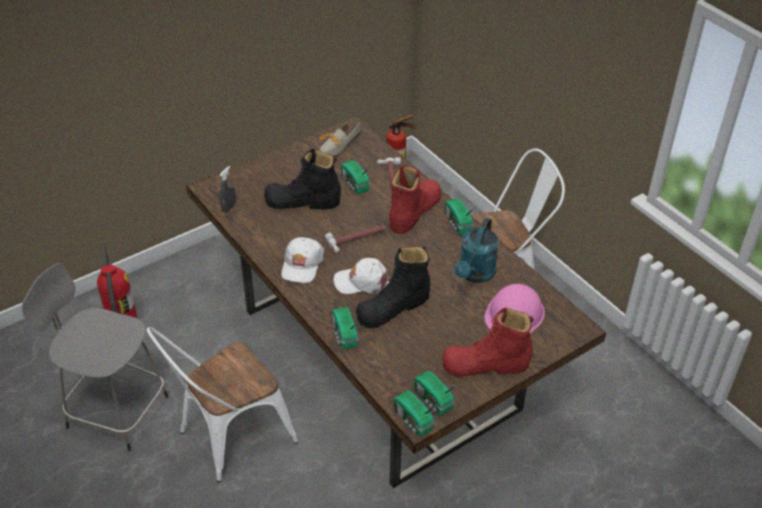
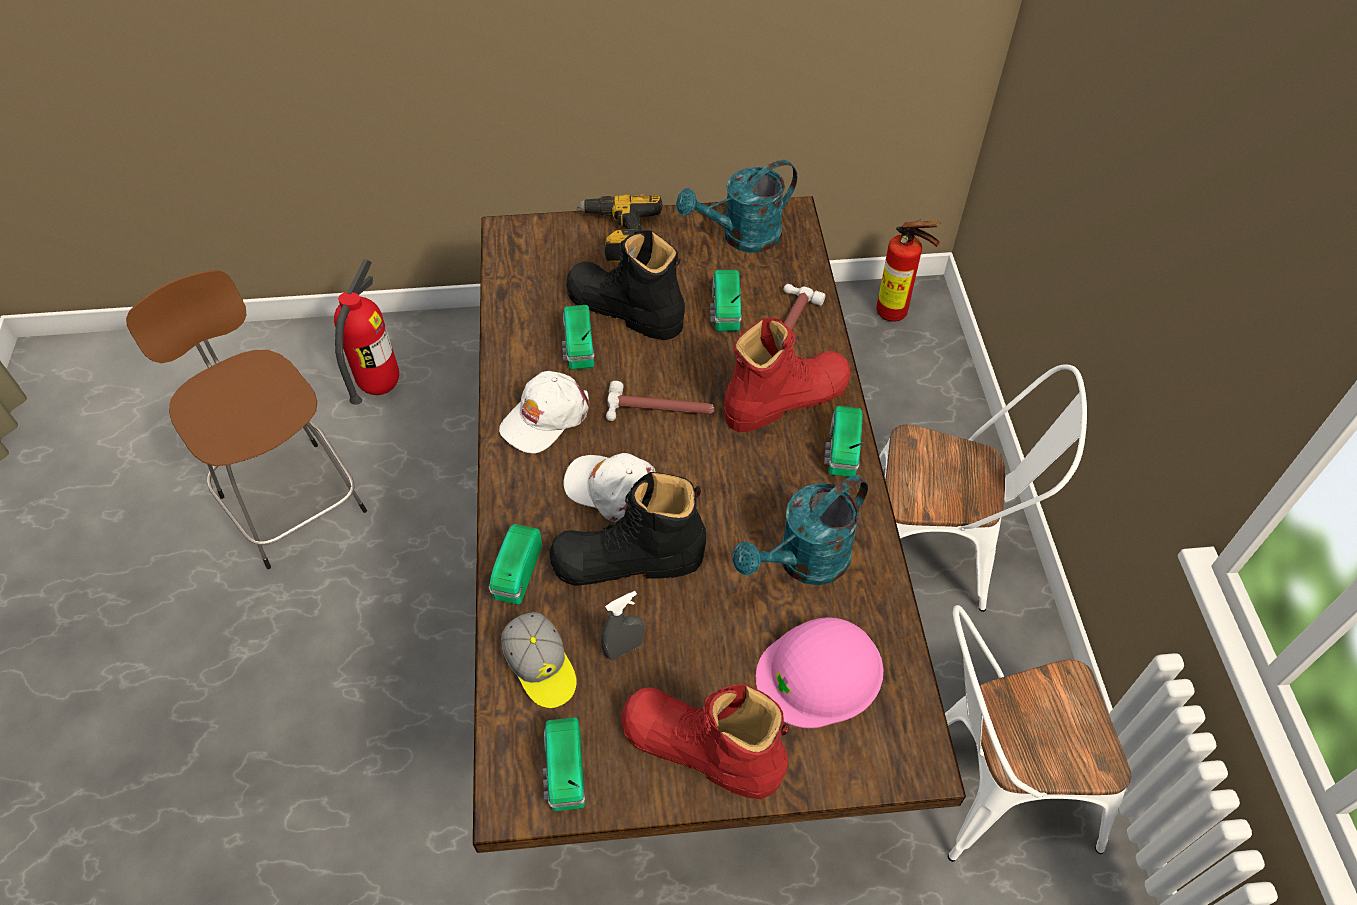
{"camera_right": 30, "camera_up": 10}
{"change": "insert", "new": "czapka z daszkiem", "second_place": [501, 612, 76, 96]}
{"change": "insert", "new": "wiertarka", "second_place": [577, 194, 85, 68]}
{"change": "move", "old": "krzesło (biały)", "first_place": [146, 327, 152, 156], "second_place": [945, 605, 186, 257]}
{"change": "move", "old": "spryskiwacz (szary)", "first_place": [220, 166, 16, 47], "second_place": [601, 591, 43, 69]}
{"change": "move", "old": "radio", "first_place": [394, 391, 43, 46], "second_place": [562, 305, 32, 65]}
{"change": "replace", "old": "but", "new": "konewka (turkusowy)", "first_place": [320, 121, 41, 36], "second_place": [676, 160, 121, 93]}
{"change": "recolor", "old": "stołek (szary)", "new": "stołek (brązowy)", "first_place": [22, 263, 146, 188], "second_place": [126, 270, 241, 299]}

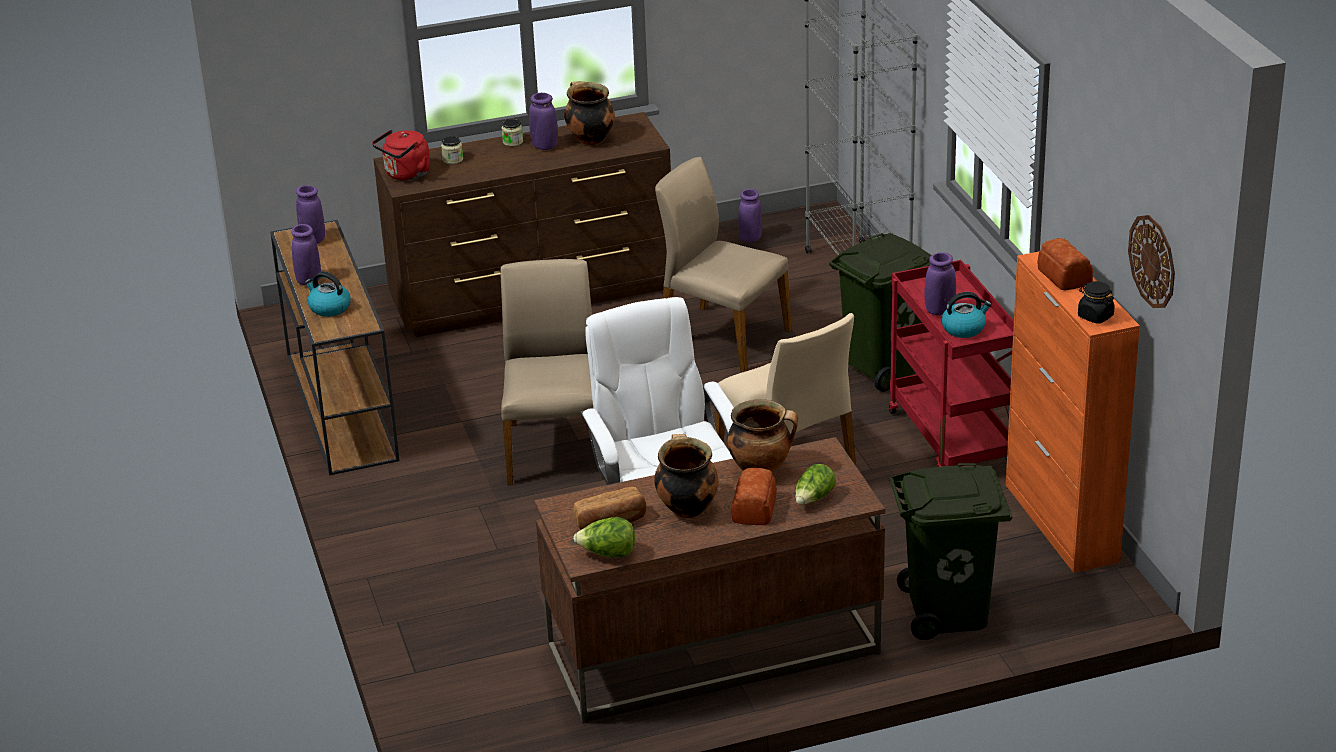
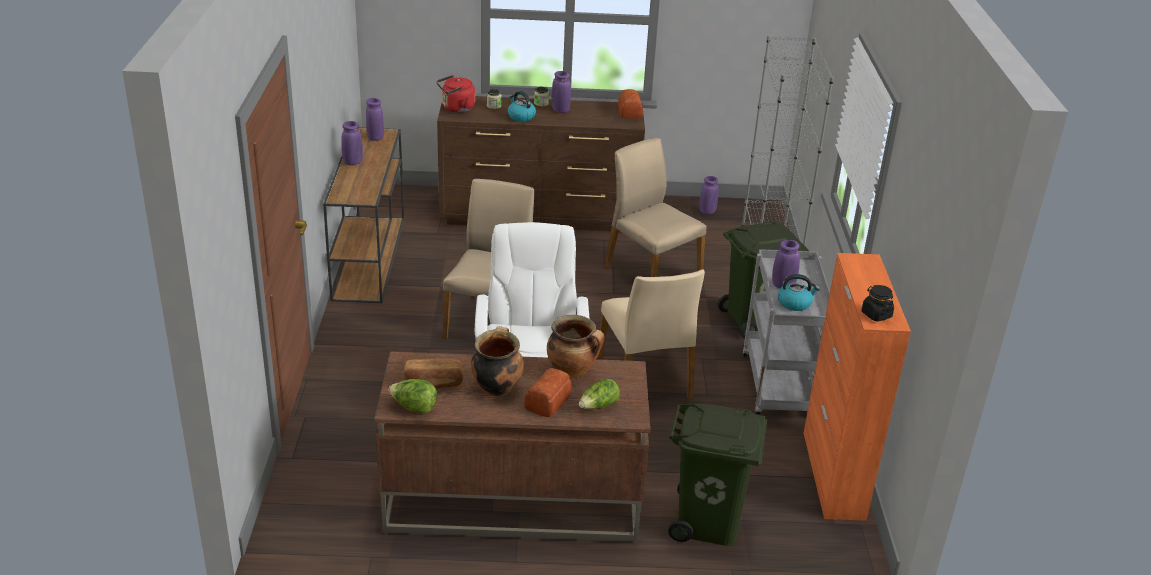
{"camera_right": 15, "camera_up": 0}
{"change": "delete", "old": "garnek", "first_place": [564, 81, 51, 65]}
{"change": "delete", "old": "zegar ścienny", "first_place": [1128, 215, 47, 93]}
{"change": "move", "old": "czajnik", "first_place": [305, 272, 46, 45], "second_place": [508, 91, 28, 31]}
{"change": "move", "old": "chleb", "first_place": [1037, 238, 56, 52], "second_place": [618, 89, 25, 30]}
{"change": "recolor", "old": "wózek (czerwony)", "new": "wózek (szary)", "first_place": [889, 260, 125, 207], "second_place": [742, 249, 88, 166]}

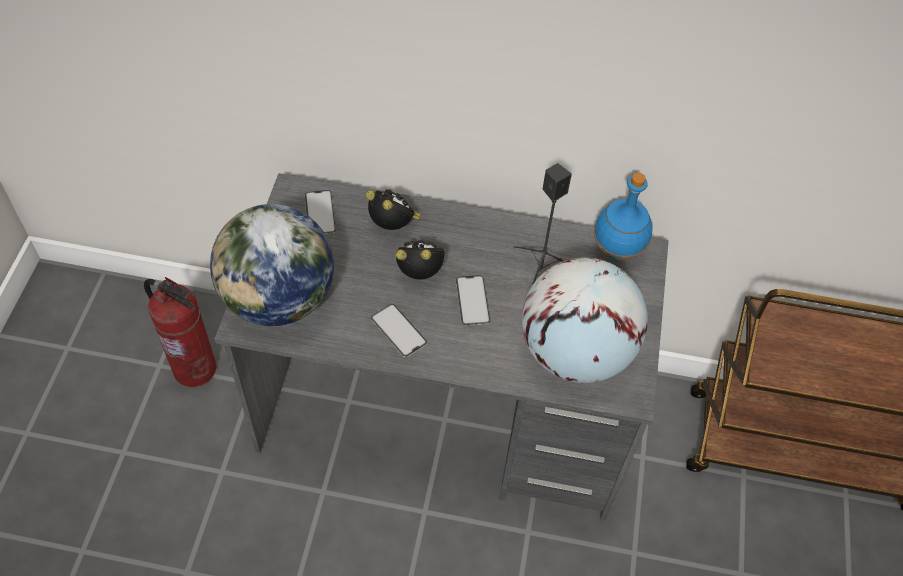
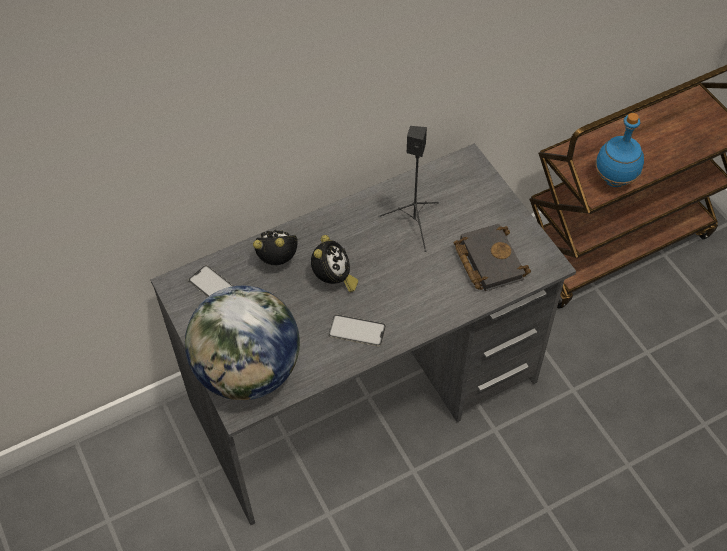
{"camera_right": -35, "camera_up": 0}
{"change": "delete", "old": "gaśnica", "first_place": [144, 277, 72, 110]}
{"change": "delete", "old": "telefon", "first_place": [456, 275, 35, 51]}
{"change": "move", "old": "butelka (niebieski)", "first_place": [594, 173, 59, 87], "second_place": [595, 113, 49, 74]}
{"change": "replace", "old": "globus", "new": "książka (czarny)", "first_place": [522, 258, 126, 125], "second_place": [454, 224, 77, 67]}
{"change": "rotate", "old": "budzik", "first_place": [395, 240, 50, 40], "second_place": [311, 235, 47, 57], "degrees": 135}

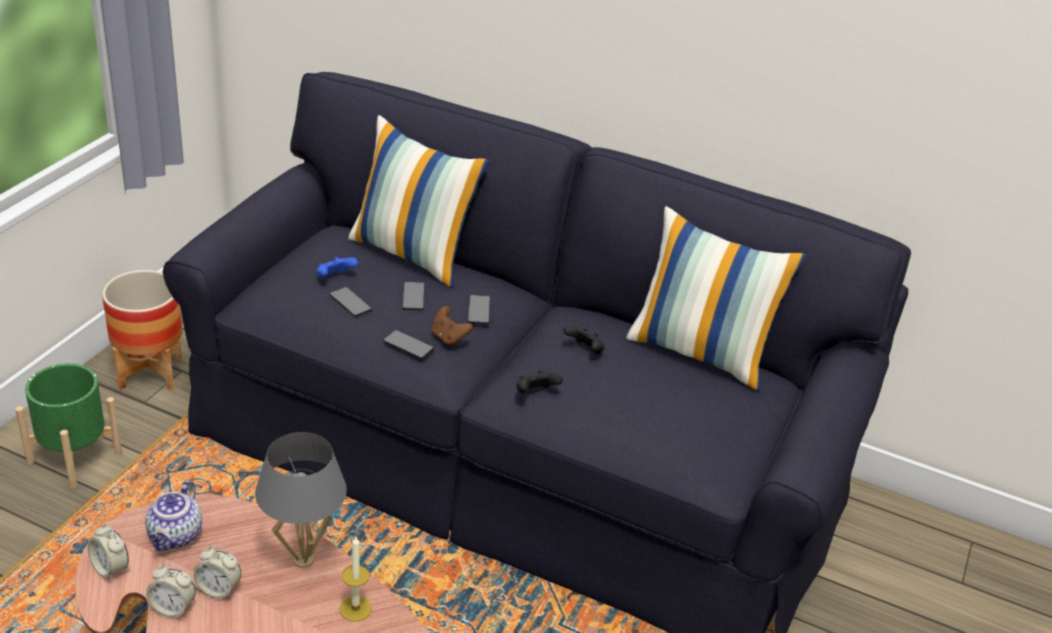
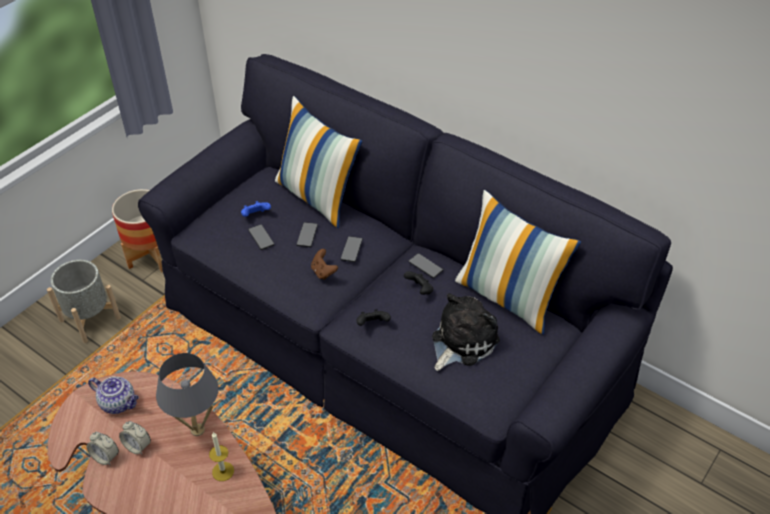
{"camera_right": 15, "camera_up": 10}
{"change": "delete", "old": "budzik", "first_place": [87, 524, 42, 57]}
{"change": "insert", "new": "pluszak", "second_place": [432, 293, 68, 78]}
{"change": "move", "old": "telefon", "first_place": [383, 330, 51, 29], "second_place": [408, 253, 35, 25]}
{"change": "recolor", "old": "donica (zielony)", "new": "donica (szary)", "first_place": [15, 363, 107, 125], "second_place": [47, 260, 74, 83]}
{"change": "rotate", "old": "imbryk", "first_place": [145, 480, 57, 71], "second_place": [88, 377, 51, 37], "degrees": -90}

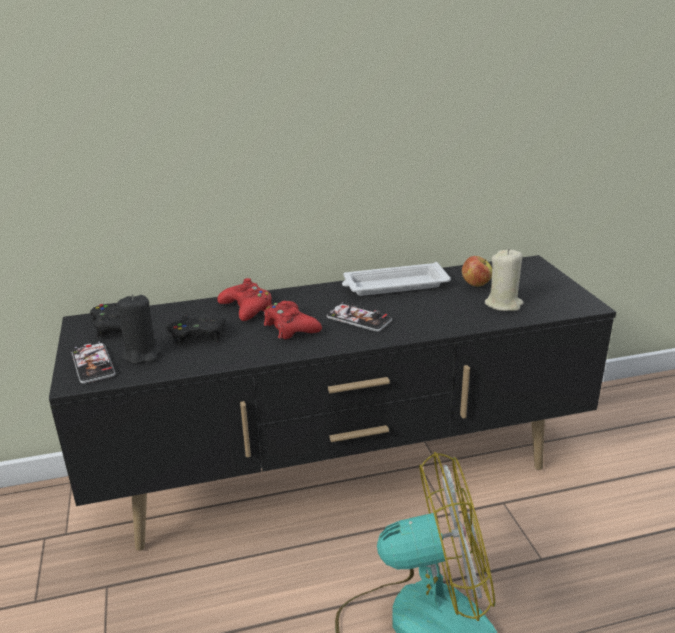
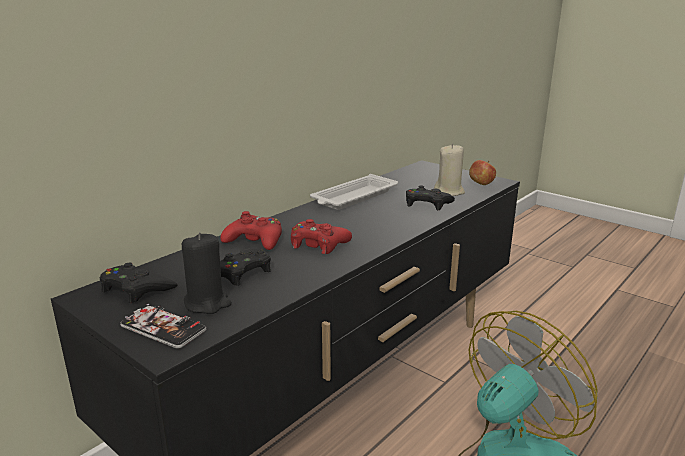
{"camera_right": -35, "camera_up": -5}
{"change": "delete", "old": "telefon", "first_place": [327, 302, 65, 30]}
{"change": "insert", "new": "pad do gier (czarny)", "second_place": [406, 186, 49, 24]}
{"change": "move", "old": "jabłko", "first_place": [462, 256, 30, 31], "second_place": [469, 160, 27, 25]}

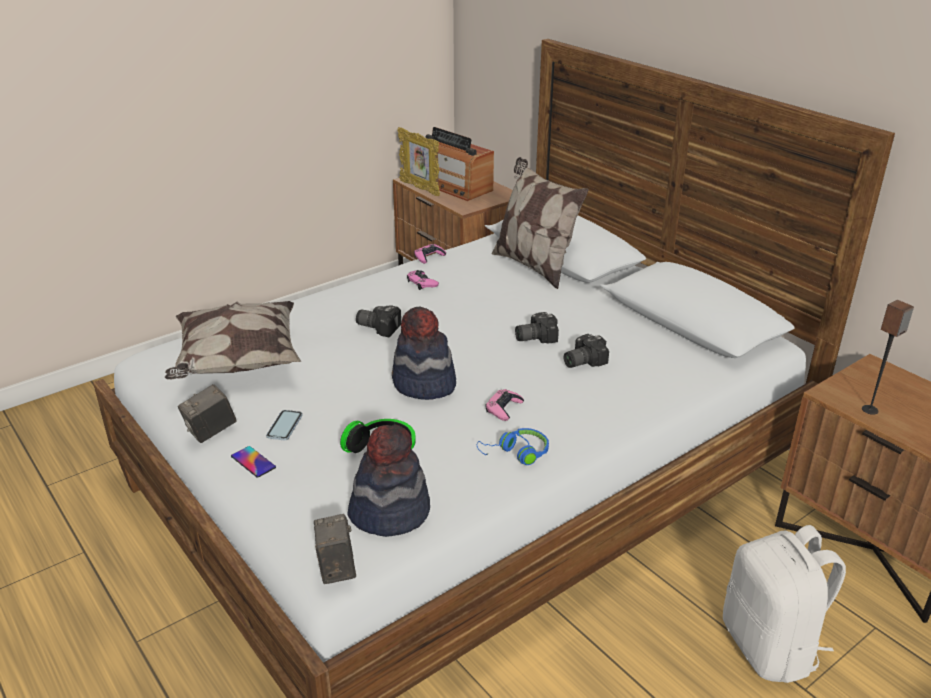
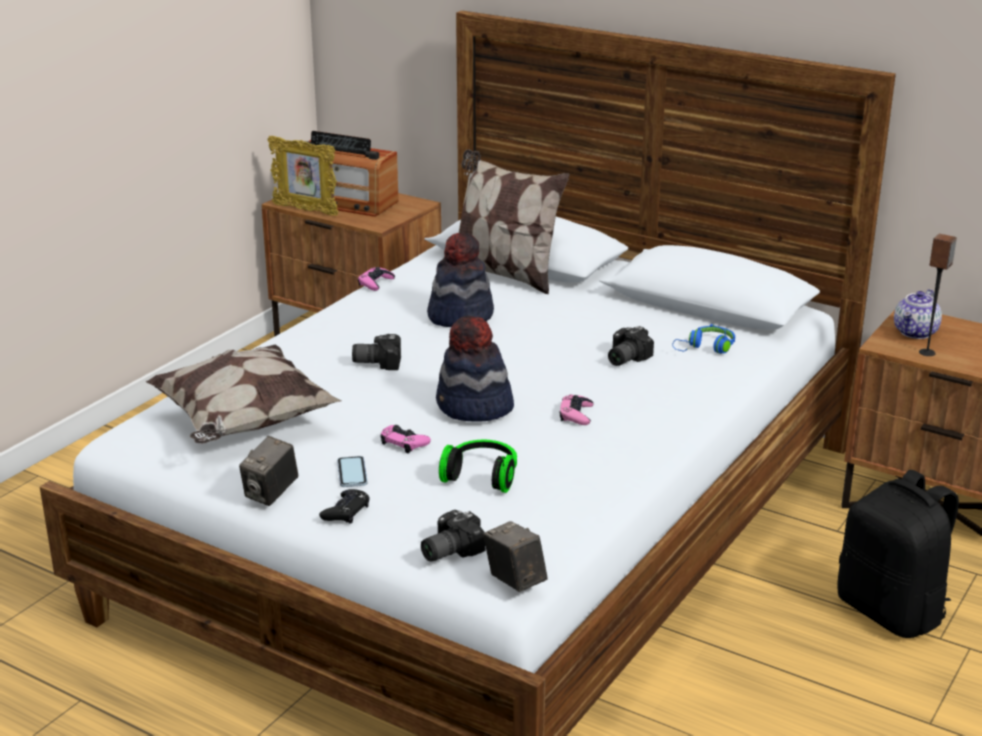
{"camera_right": -20, "camera_up": -5}
{"change": "insert", "new": "imbryk", "second_place": [894, 289, 48, 50]}
{"change": "move", "old": "kapelusz", "first_place": [347, 424, 83, 113], "second_place": [427, 233, 67, 94]}
{"change": "move", "old": "pad do gier (różowy)", "first_place": [407, 270, 32, 20], "second_place": [381, 425, 50, 28]}
{"change": "move", "old": "słuchawki (niebieski)", "first_place": [477, 428, 72, 37], "second_place": [672, 324, 63, 30]}
{"change": "move", "old": "aparat fotograficzny", "first_place": [515, 312, 44, 32], "second_place": [421, 510, 64, 52]}
{"change": "replace", "old": "telefon", "new": "pad do gier (czarny)", "first_place": [231, 446, 45, 32], "second_place": [319, 489, 51, 35]}
{"change": "recolor", "old": "plecak (biały)", "new": "plecak (czarny)", "first_place": [723, 525, 123, 158], "second_place": [837, 470, 122, 168]}

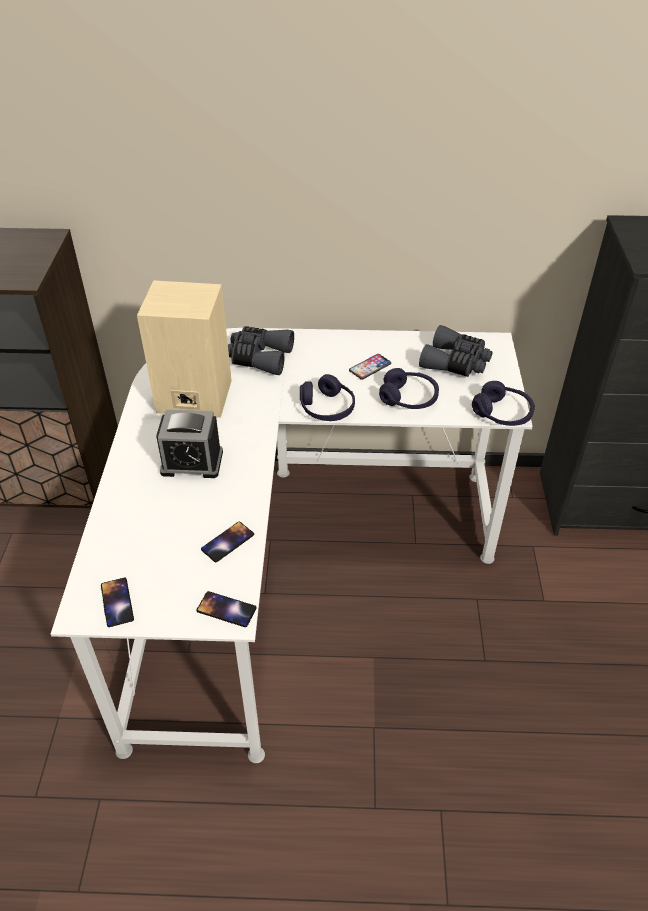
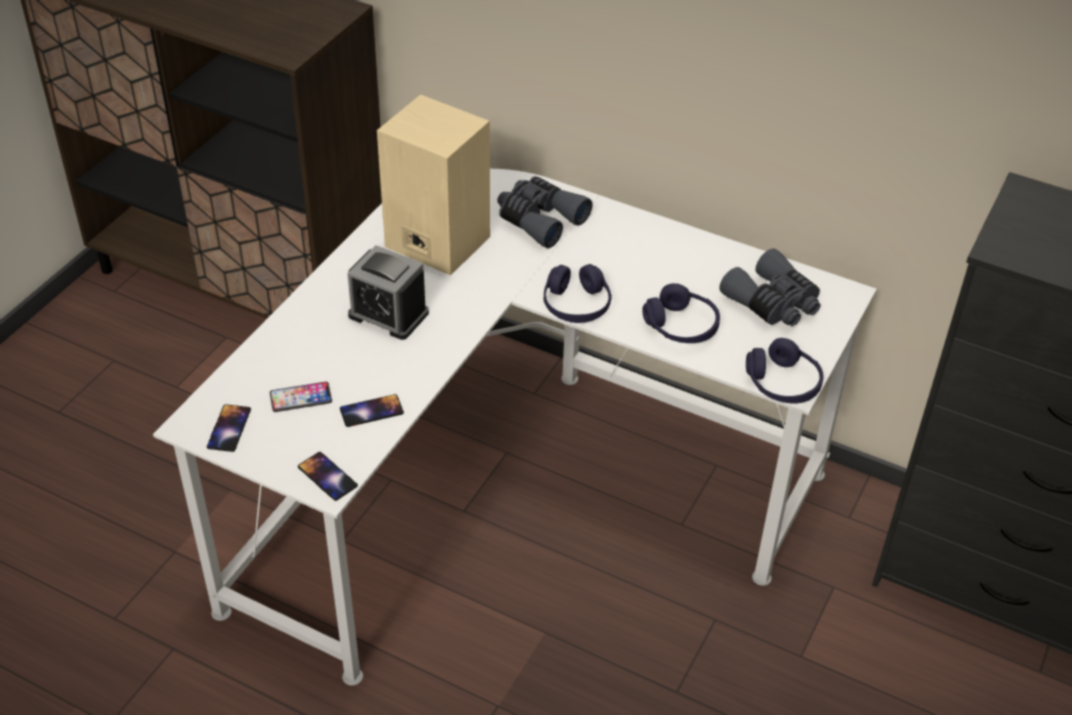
{"camera_right": 25, "camera_up": 0}
{"change": "move", "old": "telefon", "first_place": [349, 354, 42, 26], "second_place": [270, 382, 62, 30]}

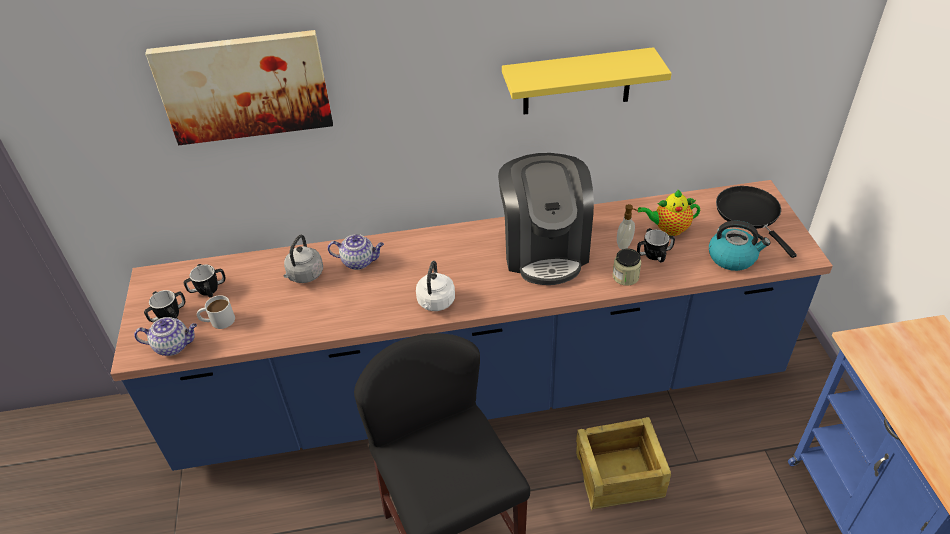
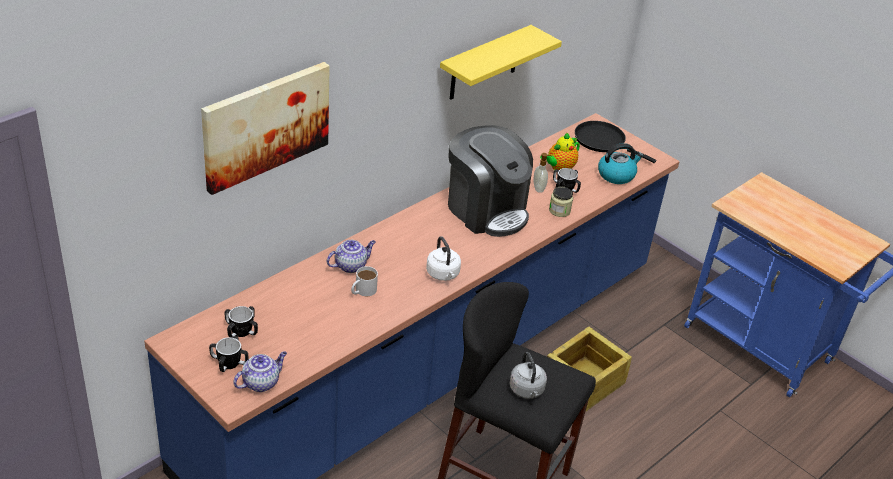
{"camera_right": -40, "camera_up": -5}
{"change": "move", "old": "kubek (biały)", "first_place": [197, 295, 38, 34], "second_place": [351, 266, 27, 30]}
{"change": "move", "old": "czajnik (szary)", "first_place": [284, 235, 39, 48], "second_place": [510, 352, 37, 47]}

